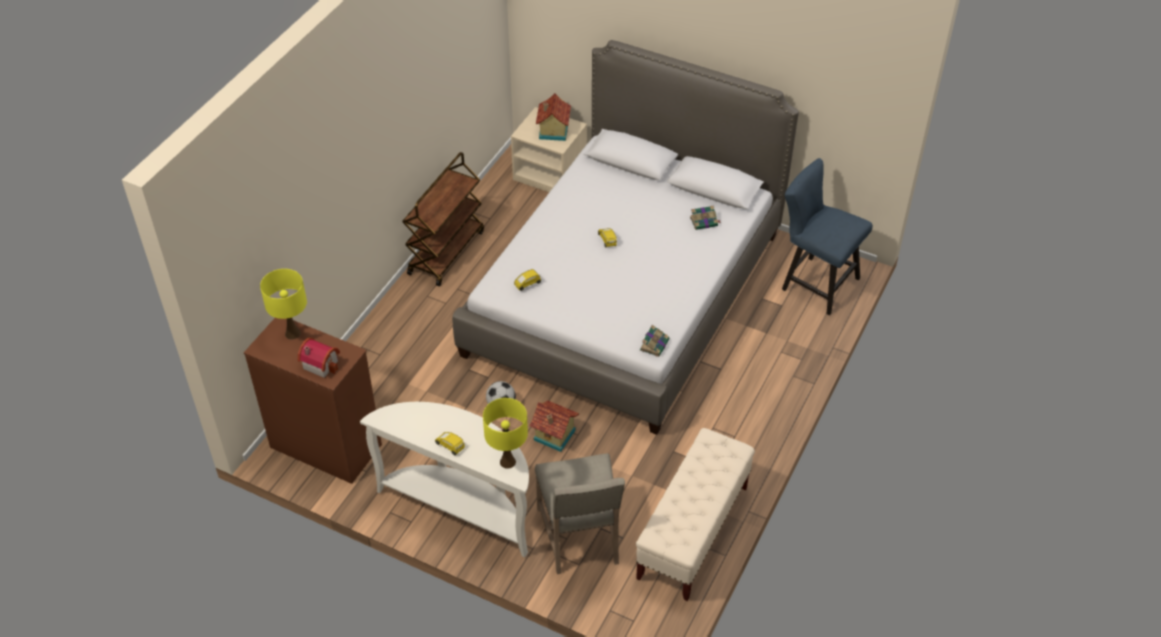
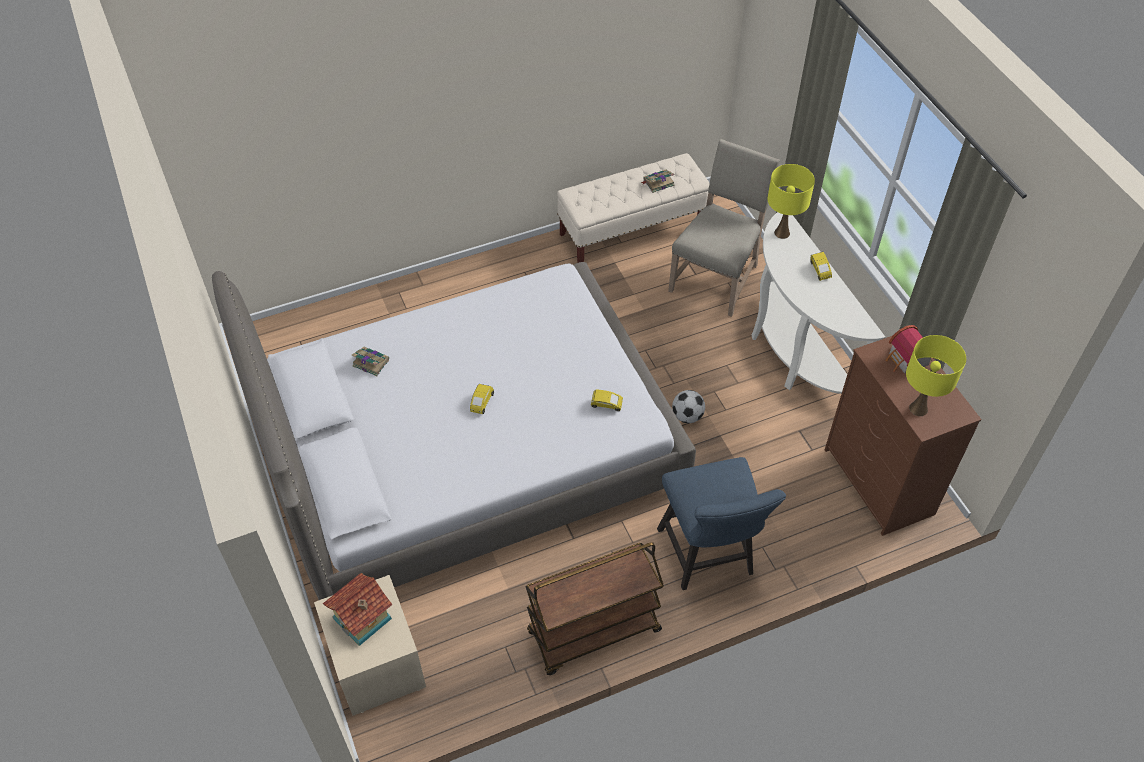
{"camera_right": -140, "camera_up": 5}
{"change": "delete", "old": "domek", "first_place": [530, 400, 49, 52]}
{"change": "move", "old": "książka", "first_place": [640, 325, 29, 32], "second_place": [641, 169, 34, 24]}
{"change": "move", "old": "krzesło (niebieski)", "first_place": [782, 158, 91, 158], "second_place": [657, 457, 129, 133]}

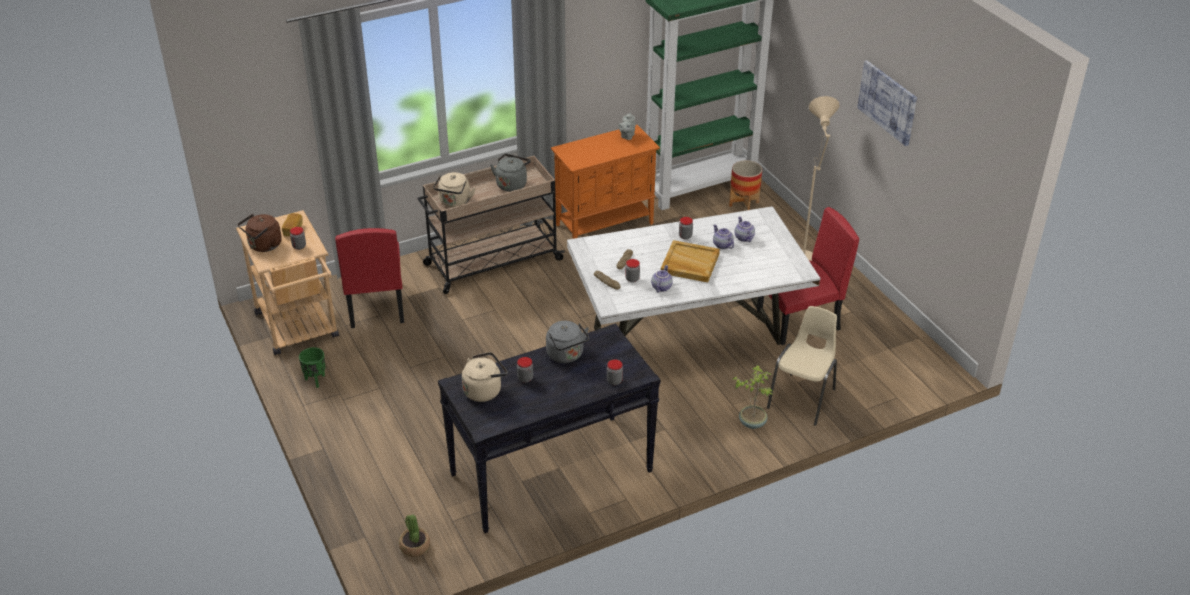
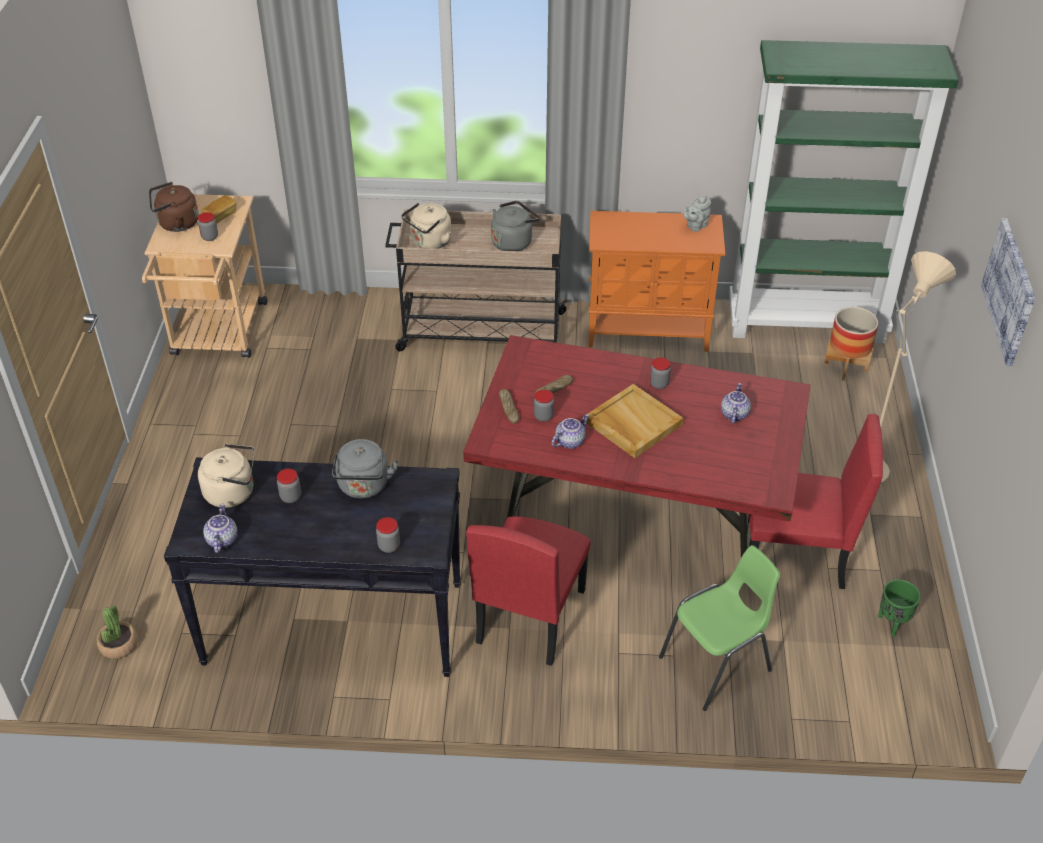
{"camera_right": 30, "camera_up": 5}
{"change": "delete", "old": "roślina doniczkowa", "first_place": [732, 365, 41, 64]}
{"change": "move", "old": "donica (zielony)", "first_place": [299, 347, 26, 41], "second_place": [878, 580, 43, 57]}
{"change": "move", "old": "krzesło (czerwony)", "first_place": [335, 228, 69, 100], "second_place": [466, 516, 125, 150]}
{"change": "move", "old": "imbryk", "first_place": [713, 225, 21, 24], "second_place": [203, 504, 35, 49]}
{"change": "recolor", "old": "stół jadalny (biały)", "new": "stół jadalny (czerwony)", "first_place": [567, 206, 253, 139], "second_place": [463, 335, 348, 222]}
{"change": "recolor", "old": "krzesło (beżowy)", "new": "krzesło (zielony)", "first_place": [767, 306, 70, 120], "second_place": [659, 545, 121, 166]}

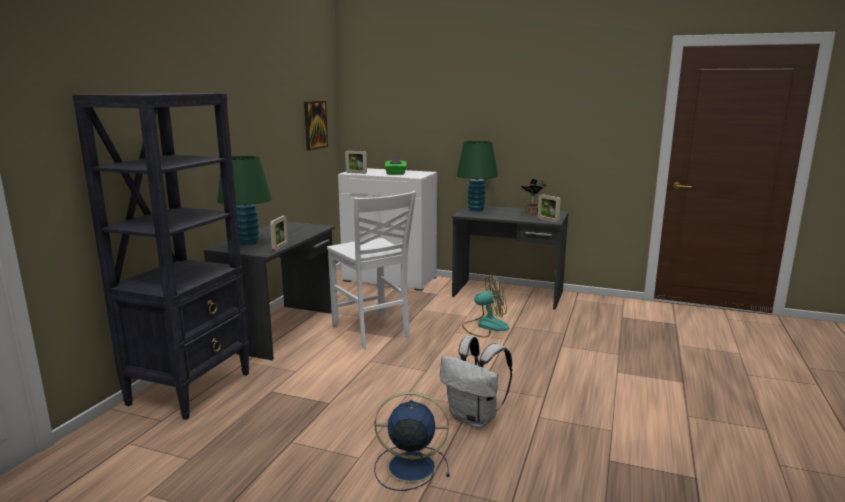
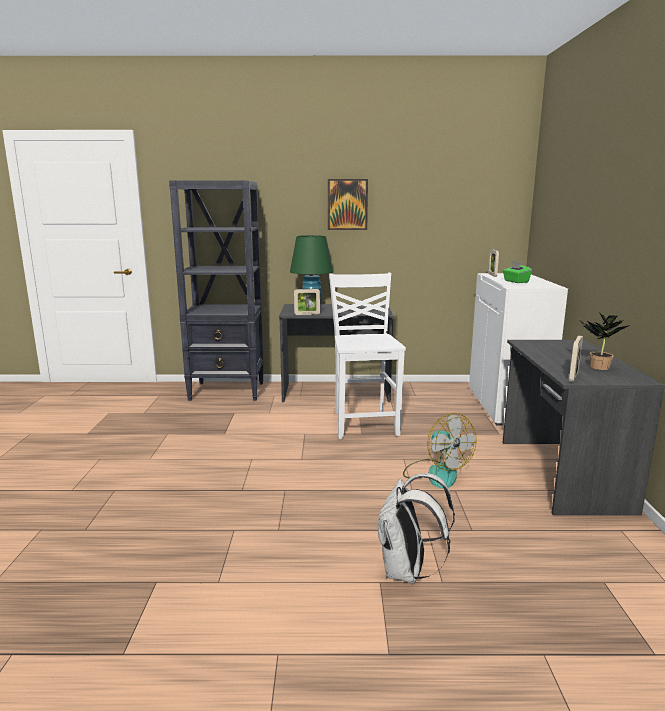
{"camera_right": 70, "camera_up": 0}
{"change": "delete", "old": "wentylator (niebieski)", "first_place": [374, 392, 76, 99]}
{"change": "delete", "old": "lampa stołowa (zielony)", "first_place": [456, 141, 42, 71]}
{"change": "move", "old": "obraz", "first_place": [304, 101, 24, 49], "second_place": [328, 179, 40, 51]}
{"change": "move", "old": "plecak (biały)", "first_place": [440, 336, 72, 92], "second_place": [378, 473, 77, 110]}
{"change": "rotate", "old": "krzesło (biały)", "first_place": [327, 191, 89, 158], "second_place": [329, 273, 77, 166], "degrees": 135}

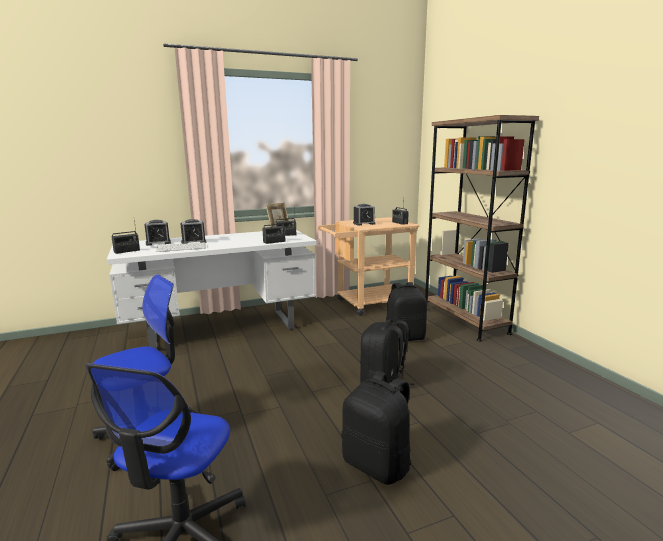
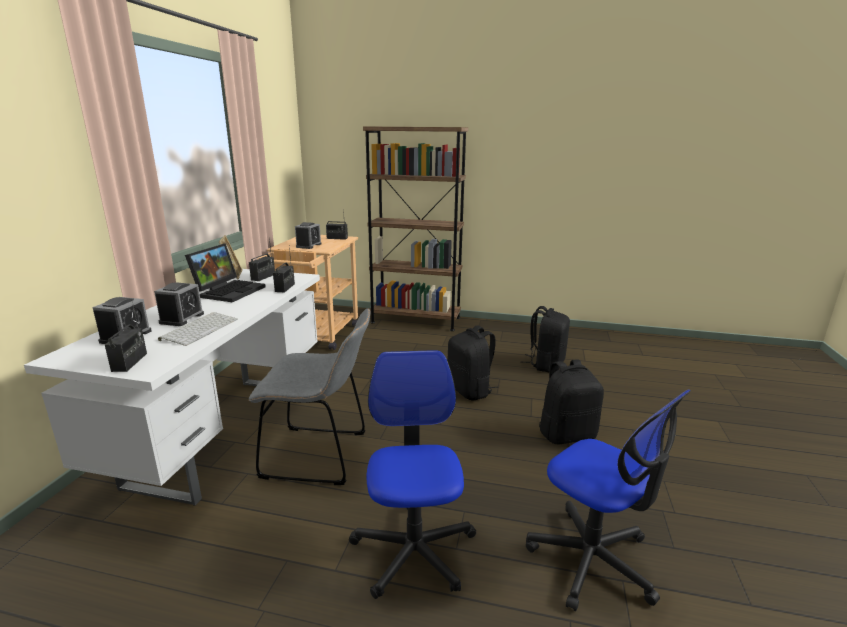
{"camera_right": -55, "camera_up": 5}
{"change": "insert", "new": "laptop", "second_place": [185, 244, 81, 58]}
{"change": "insert", "new": "krzesło (szary)", "second_place": [249, 308, 122, 177]}
{"change": "move", "old": "plecak (czarny)", "first_place": [386, 282, 41, 59], "second_place": [521, 306, 49, 66]}

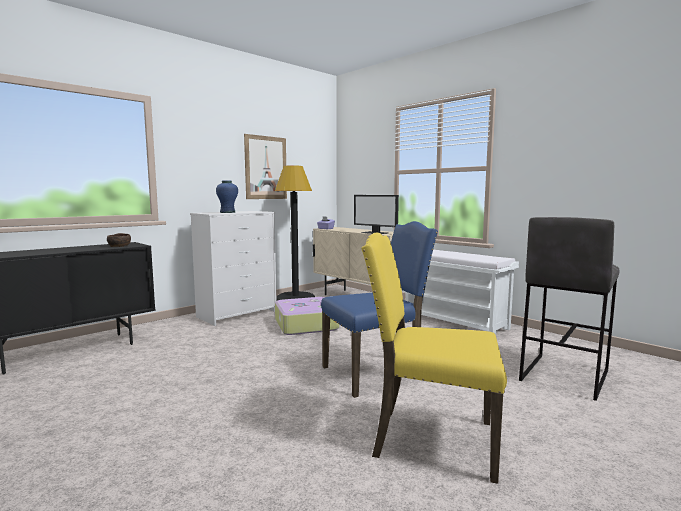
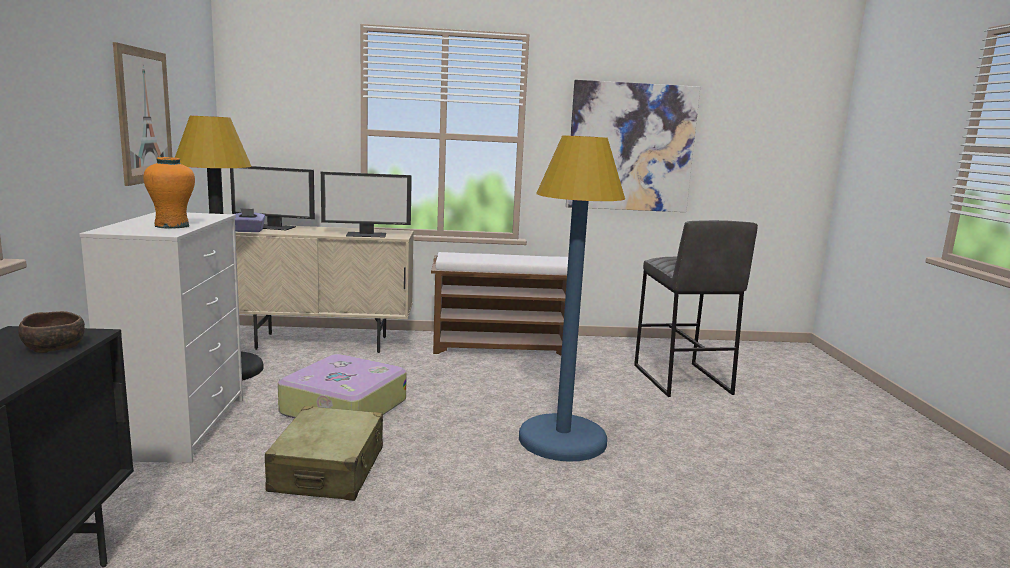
{"camera_right": -50, "camera_up": 5}
{"change": "delete", "old": "krzesło (żółty)", "first_place": [361, 232, 146, 252]}
{"change": "insert", "new": "monitor", "second_place": [230, 166, 85, 64]}
{"change": "insert", "new": "walizka (beżowy)", "second_place": [265, 406, 118, 95]}
{"change": "insert", "new": "obraz", "second_place": [566, 80, 134, 132]}
{"change": "replace", "old": "krzesło (niebieski)", "new": "lampa stojąca (niebieski)", "first_place": [321, 221, 117, 177], "second_place": [519, 135, 106, 327]}
{"change": "recolor", "old": "wazon (niebieski)", "new": "wazon (pomarańczowy)", "first_place": [216, 180, 22, 33], "second_place": [143, 157, 52, 71]}
{"change": "recolor", "old": "ławka (biały)", "new": "ławka (brązowy)", "first_place": [405, 249, 114, 85], "second_place": [431, 252, 137, 103]}

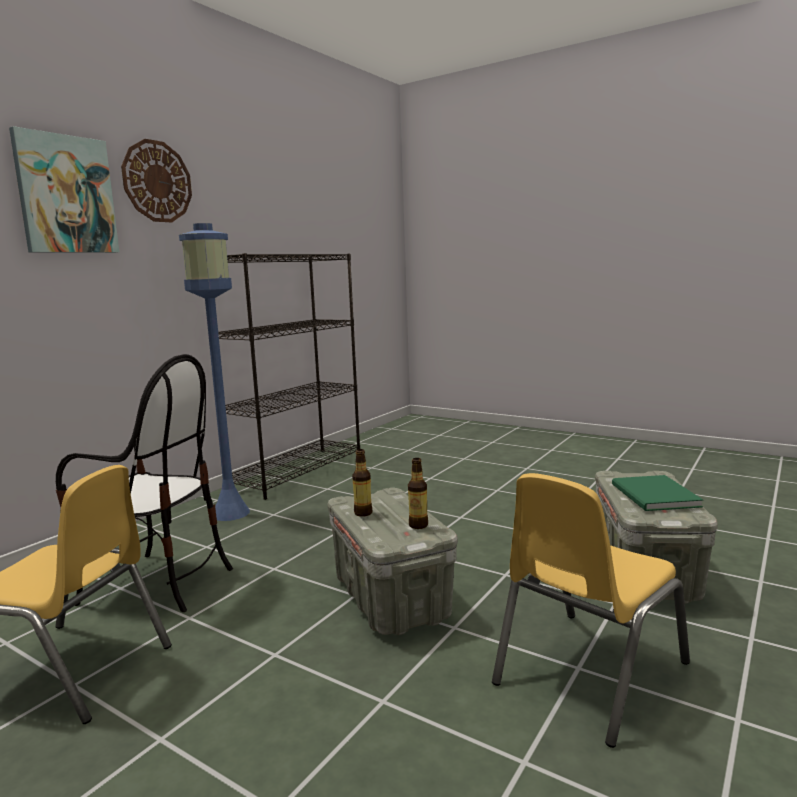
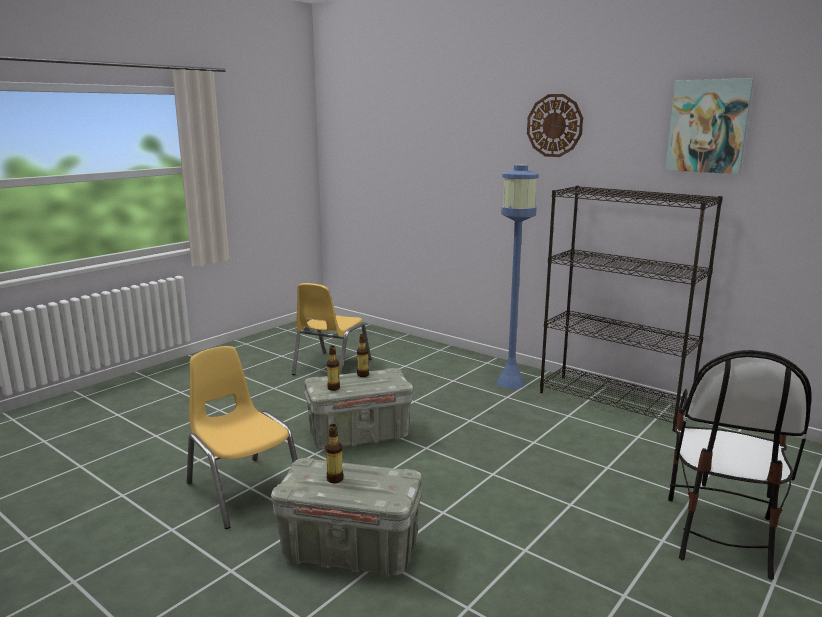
{"camera_right": 95, "camera_up": 5}
{"change": "move", "old": "obraz", "first_place": [9, 126, 110, 127], "second_place": [665, 78, 89, 96]}
{"change": "move", "old": "krzesło", "first_place": [56, 354, 177, 258], "second_place": [668, 350, 143, 230]}
{"change": "replace", "old": "książka (zielony)", "new": "butelka", "first_place": [612, 475, 91, 36], "second_place": [326, 424, 17, 59]}

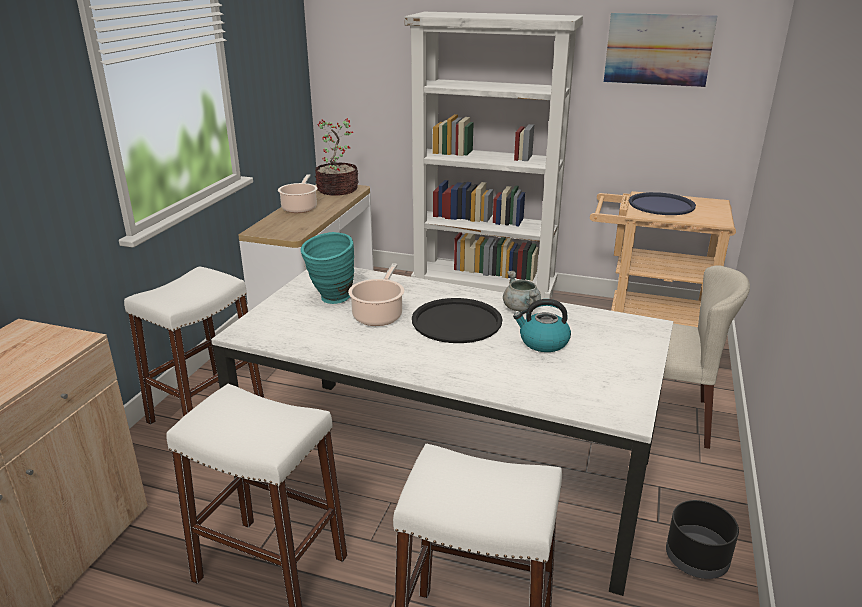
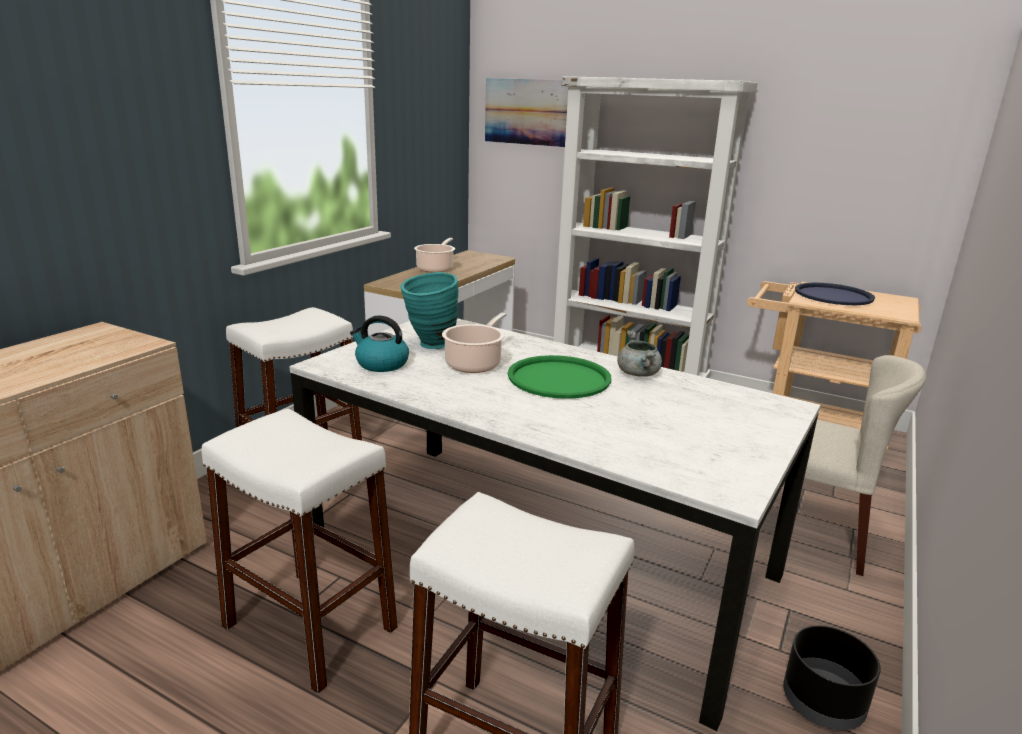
{"camera_right": 10, "camera_up": -5}
{"change": "delete", "old": "roślina doniczkowa", "first_place": [315, 118, 43, 77]}
{"change": "move", "old": "czajnik", "first_place": [513, 299, 58, 53], "second_place": [350, 316, 59, 56]}
{"change": "move", "old": "obraz", "first_place": [604, 13, 113, 74], "second_place": [485, 78, 83, 69]}
{"change": "recolor", "old": "taca (czarny)", "new": "taca (zielony)", "first_place": [412, 298, 91, 45], "second_place": [508, 355, 103, 44]}

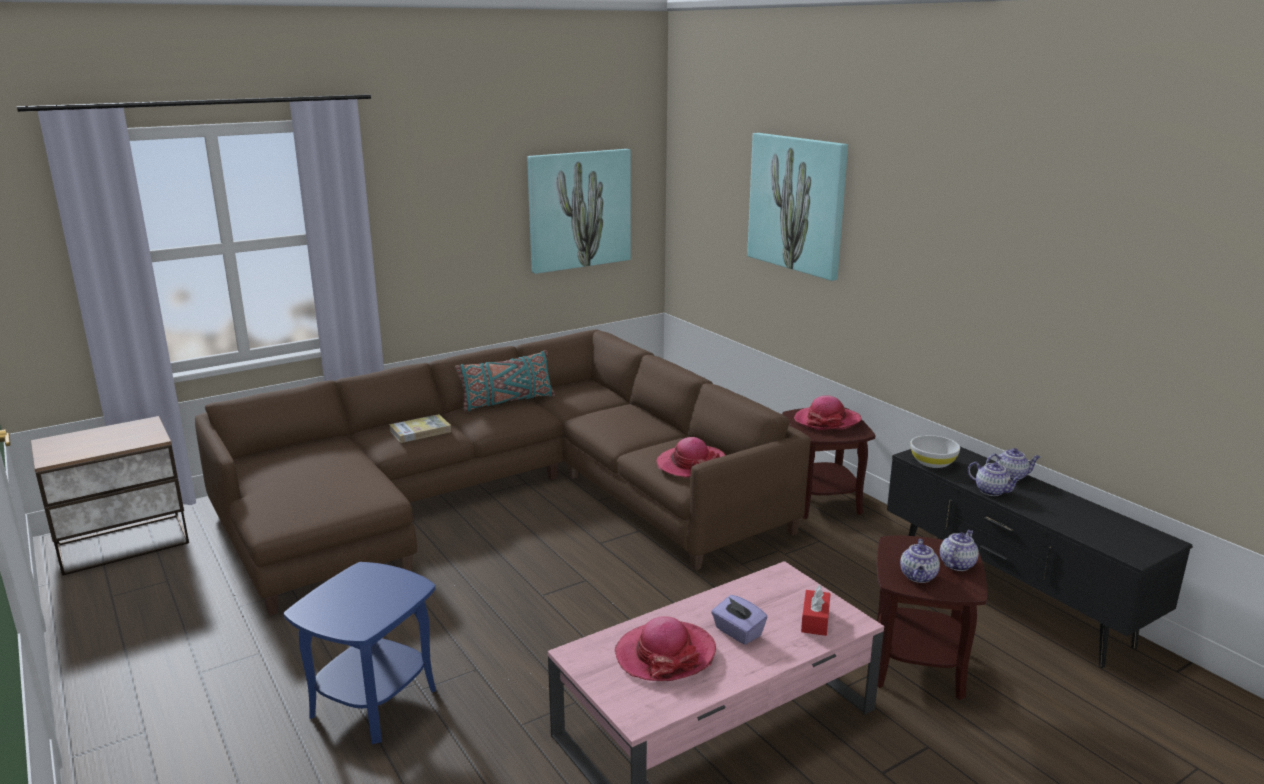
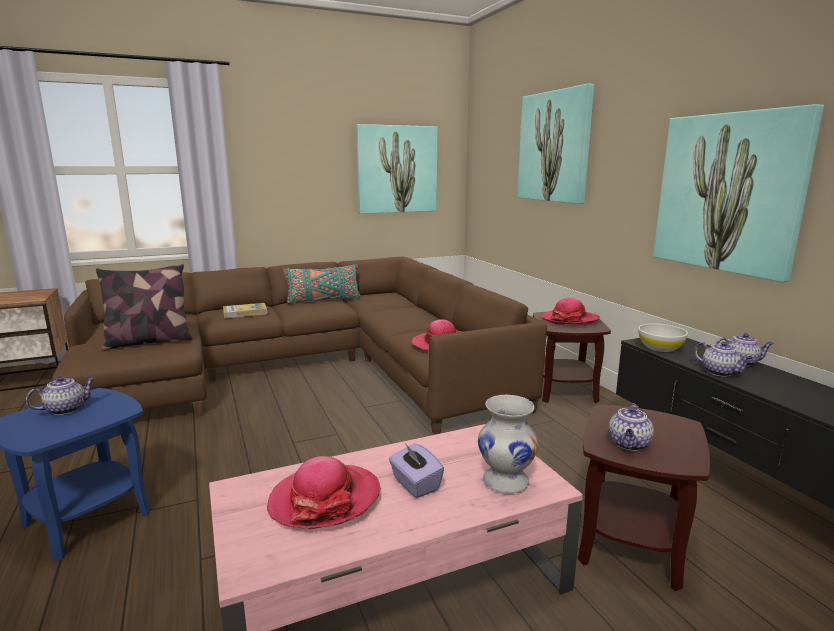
{"camera_right": 10, "camera_up": -5}
{"change": "insert", "new": "poduszka", "second_place": [96, 264, 97, 86]}
{"change": "insert", "new": "obraz", "second_place": [653, 104, 171, 178]}
{"change": "move", "old": "imbryk", "first_place": [940, 530, 39, 41], "second_place": [26, 376, 70, 39]}
{"change": "replace", "old": "pudełko chusteczek (czerwony)", "new": "wazon (biały)", "first_place": [801, 585, 30, 51], "second_place": [478, 395, 61, 98]}

